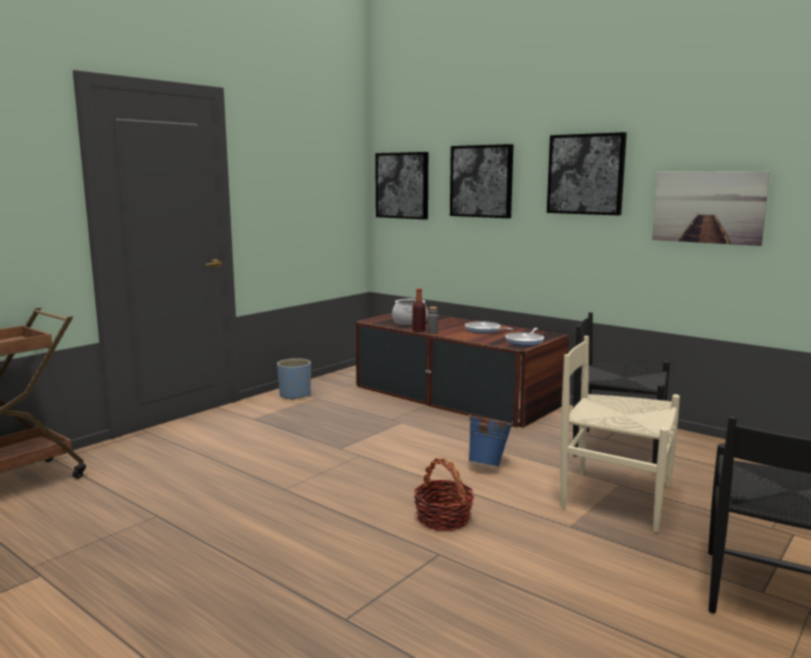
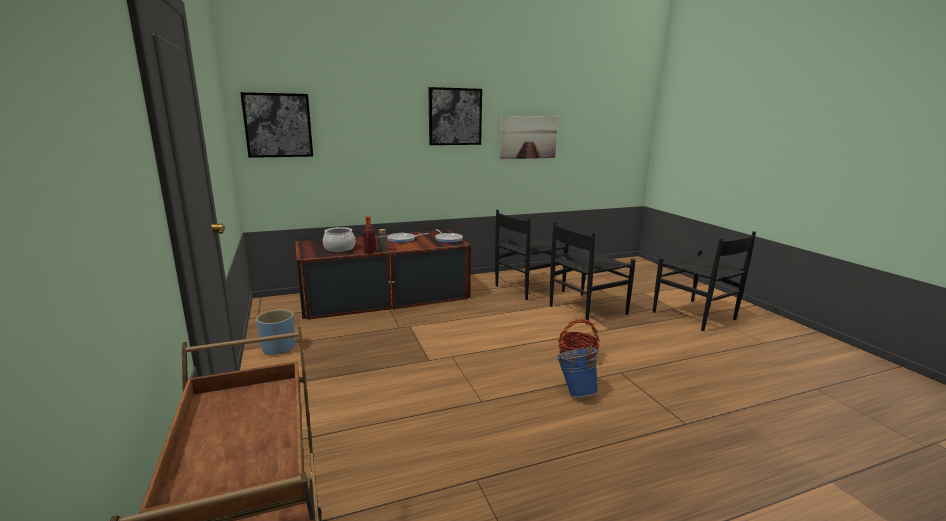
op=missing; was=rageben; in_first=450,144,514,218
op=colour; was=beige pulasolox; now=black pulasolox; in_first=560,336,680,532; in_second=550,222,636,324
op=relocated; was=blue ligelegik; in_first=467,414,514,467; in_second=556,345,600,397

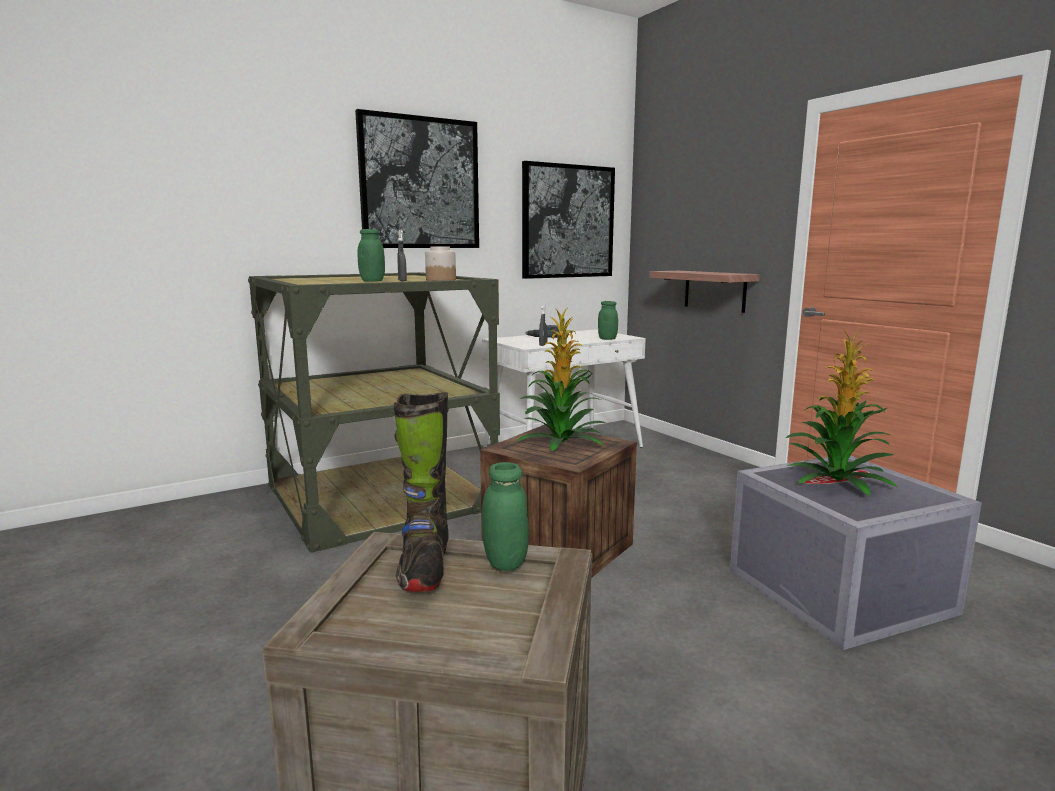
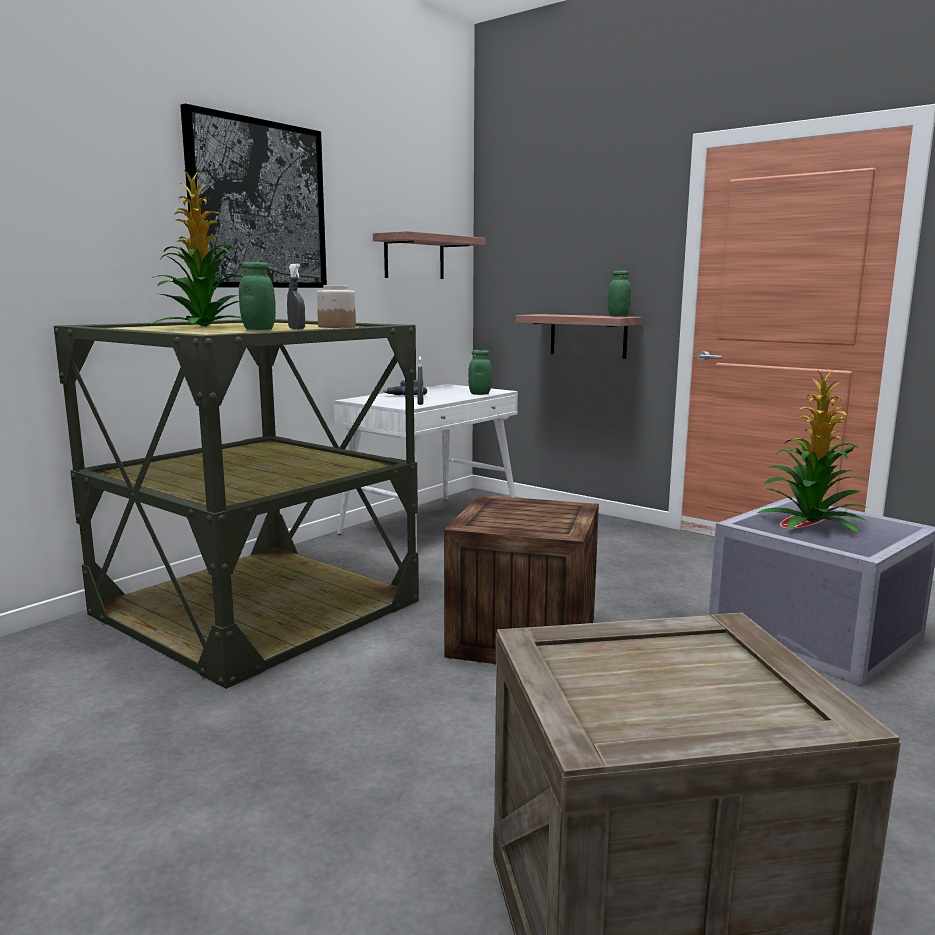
op=exchanged; was=rageben; now=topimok; in_first=522,161,615,279; in_second=373,231,485,279
op=relocated; was=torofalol; in_first=517,309,606,451; in_second=152,169,243,327
op=missing; was=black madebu; in_first=393,392,449,592
op=relocated; was=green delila; in_first=482,462,529,571; in_second=608,270,631,317

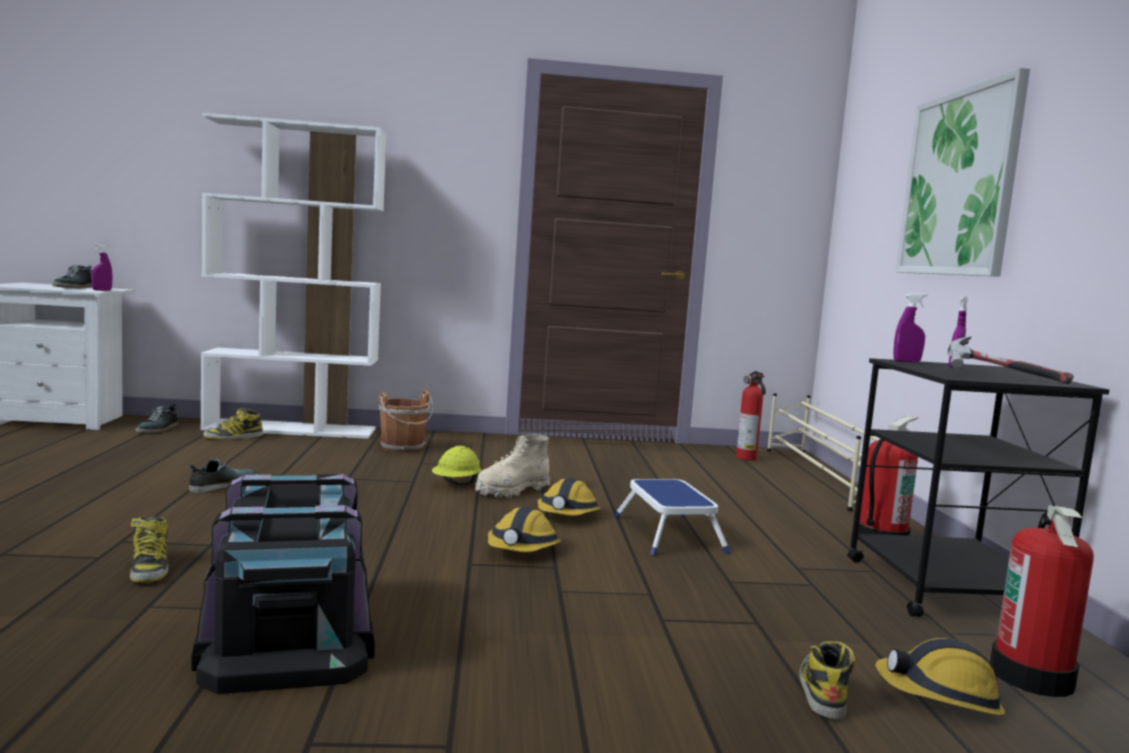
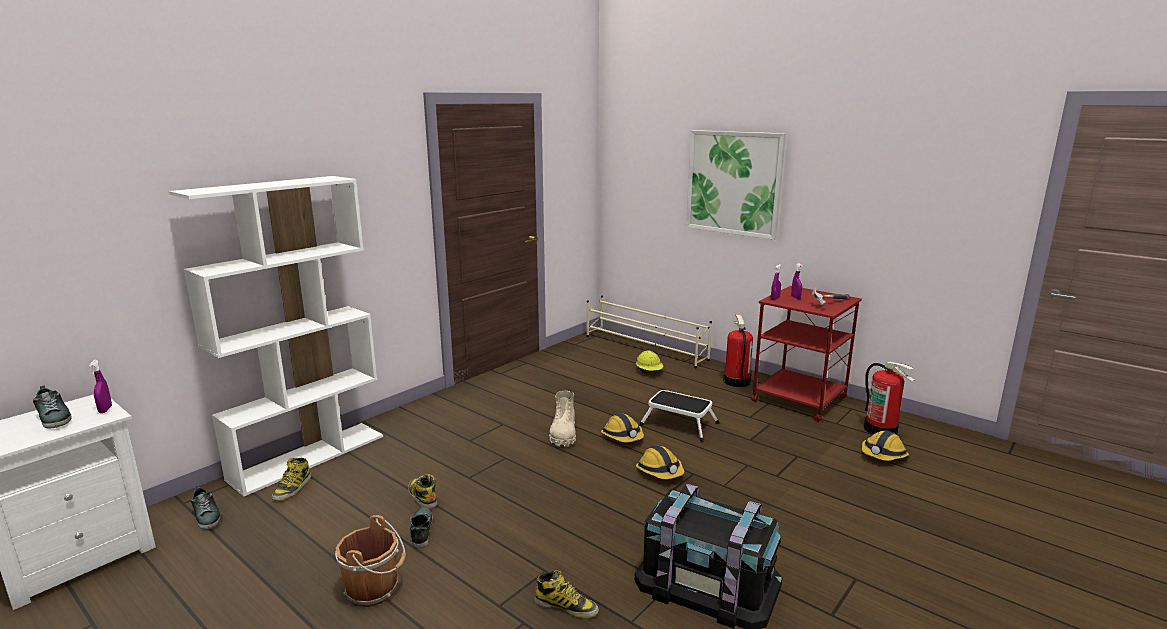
op=colour; was=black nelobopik; now=red nelobopik; in_first=847,358,1109,617; in_second=751,286,862,422
op=missing; was=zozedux; in_first=736,371,766,461
op=relocated; was=brown ligelegik; in_first=379,390,433,452; in_second=335,515,406,607
op=relocated; was=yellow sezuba; in_first=432,446,481,485; in_second=636,351,663,372
op=colour; was=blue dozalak; now=black dozalak; in_first=614,479,731,556; in_second=639,390,719,442
op=relocated; was=madebu; in_first=799,641,855,719; in_second=408,474,437,508

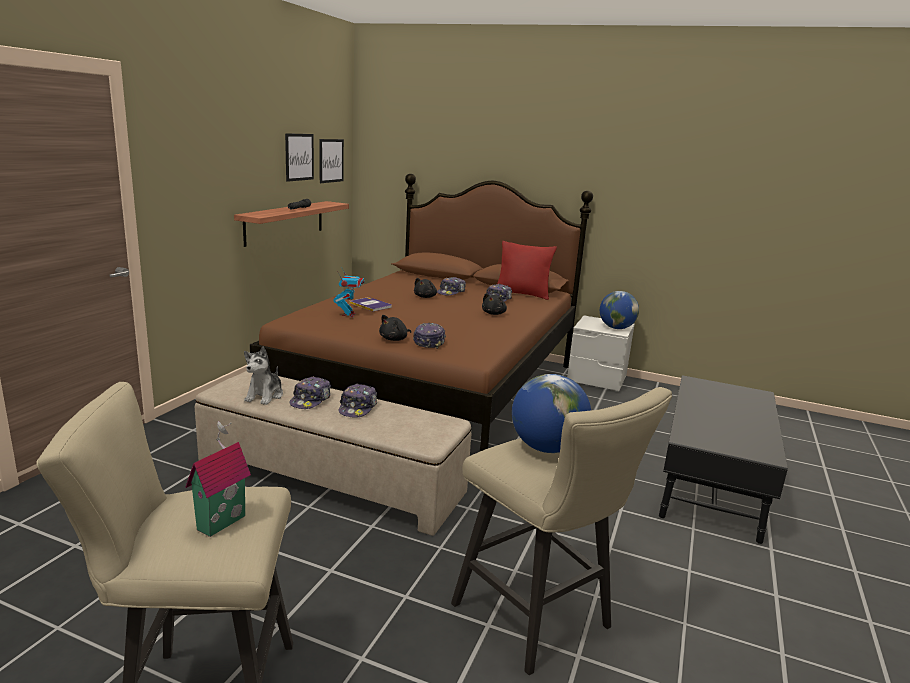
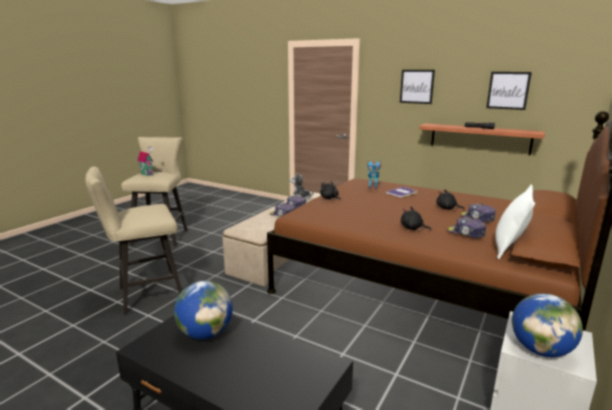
op=relocated; was=rageben; in_first=319,139,344,183; in_second=400,70,435,104
op=colour; was=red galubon; now=white galubon; in_first=497,241,557,300; in_second=495,185,535,260
op=missing; was=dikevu; in_first=413,323,446,349
op=relocated; was=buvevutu; in_first=512,374,591,453; in_second=174,281,233,340

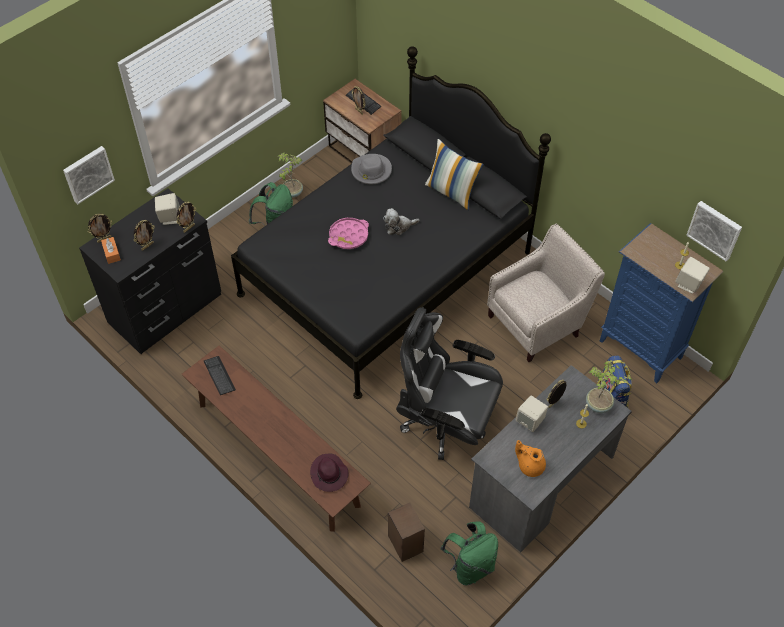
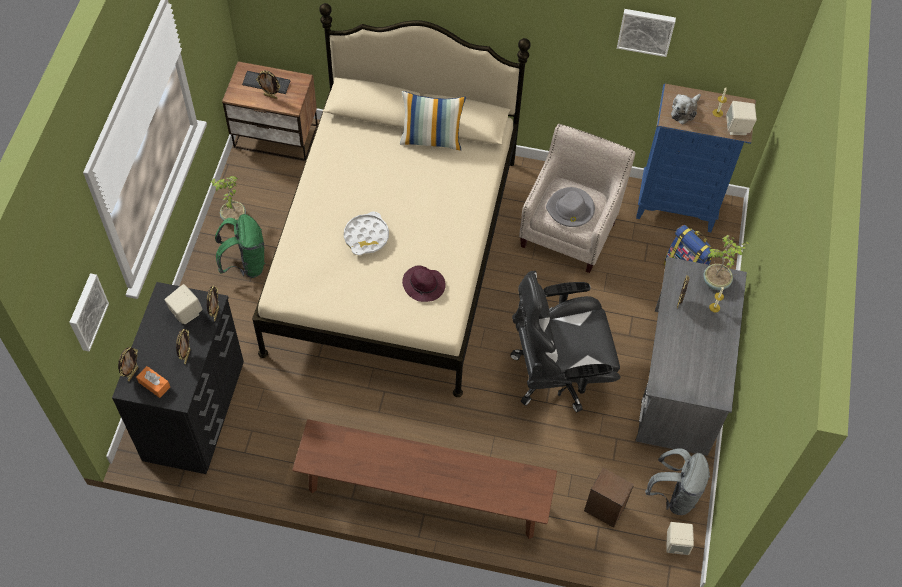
op=colour; was=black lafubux; now=beige lafubux; in_first=231,46,551,399; in_second=252,3,530,397
op=relocated; was=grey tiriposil; in_first=351,154,392,184; in_second=546,187,595,227
op=relocated; was=rageben; in_first=686,201,742,261; in_second=617,9,676,57
op=relocated; was=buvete; in_first=383,208,419,235; in_second=671,94,701,125
op=colour; was=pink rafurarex; now=white rafurarex; in_first=328,218,369,249; in_second=344,212,389,255
op=missing; was=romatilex; in_first=204,356,236,395
op=relocated; was=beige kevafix; in_first=515,396,548,432; in_second=666,522,694,555
op=missing; was=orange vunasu; in_first=515,440,546,477
op=relocated; was=purple tiriposil; in_first=310,454,348,492; in_second=402,265,446,302
op=colour; was=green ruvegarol; now=grey ruvegarol; in_first=440,521,498,586; in_second=645,448,710,515

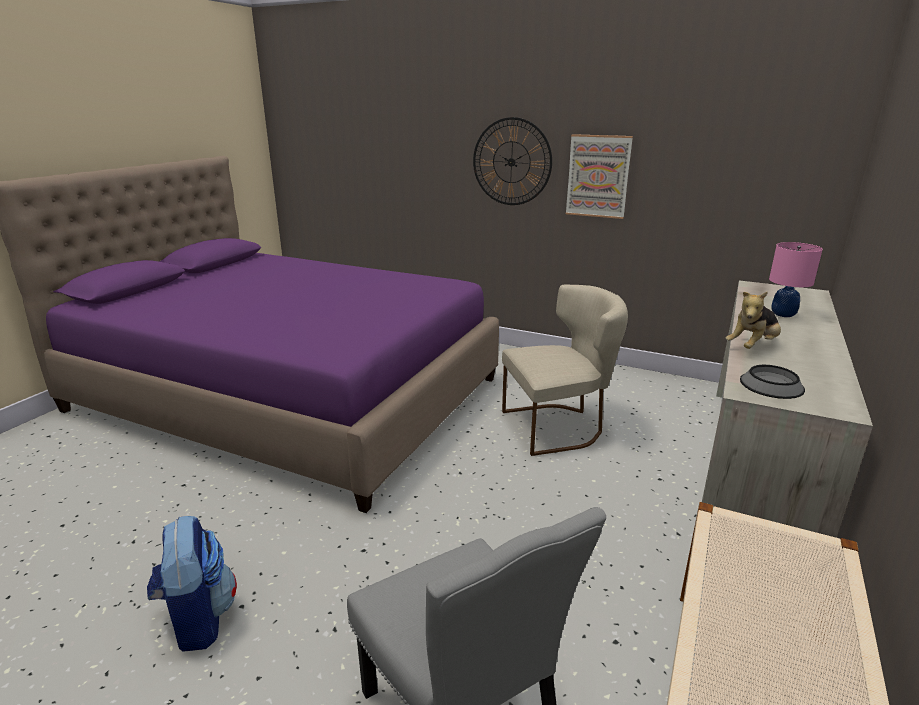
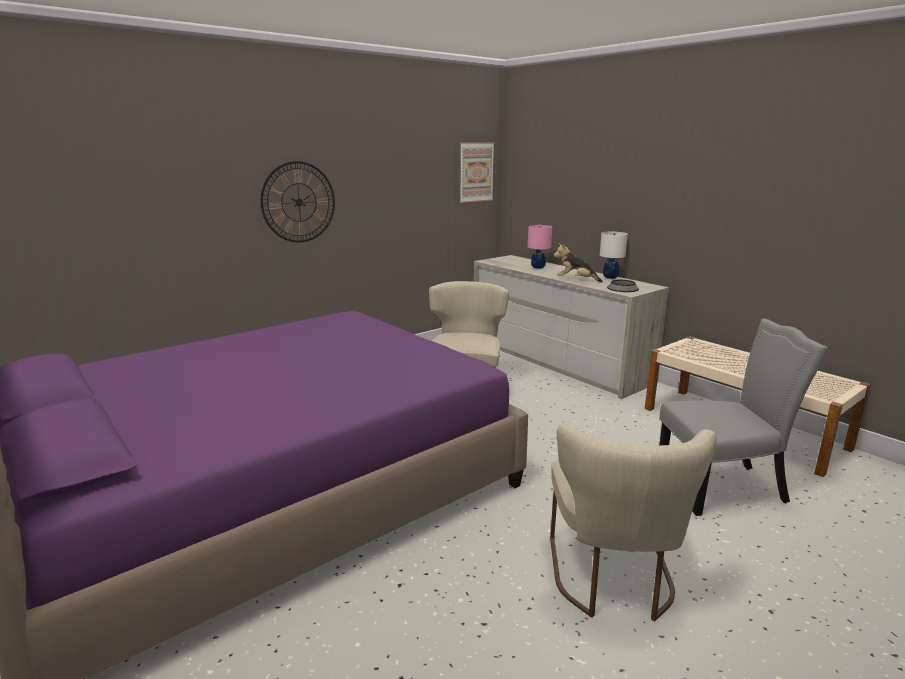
op=relocated; was=rageben; in_first=566,134,633,219; in_second=460,142,495,203
op=spun; was=buvete; in_first=725,291,781,349; in_second=554,243,603,282; clockwise=120
op=exchanged; was=ruvegarol; now=beige pulasolox; in_first=147,516,237,652; in_second=550,424,717,621
op=appeared; now=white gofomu; in_second=600,232,628,279

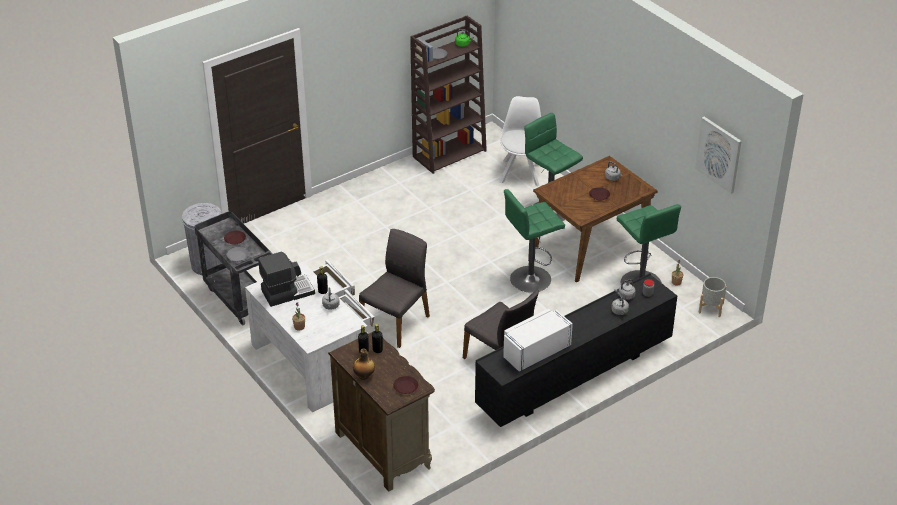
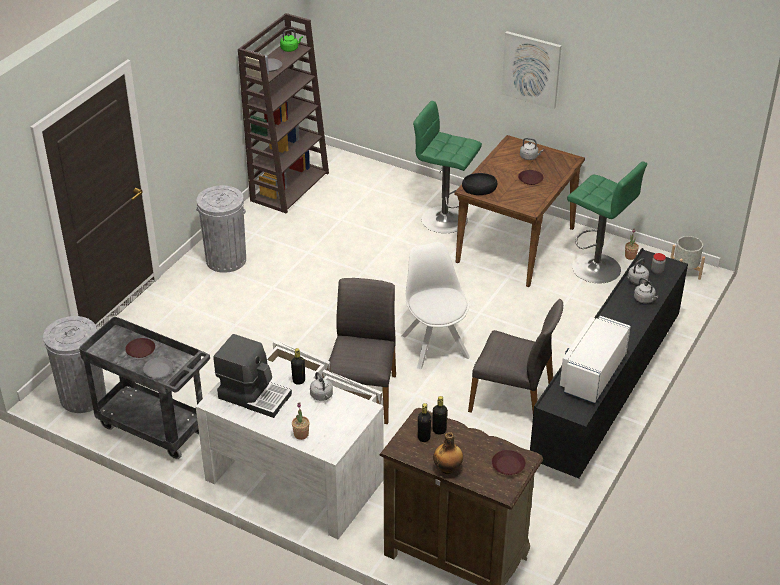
op=relocated; was=white pulasolox; in_first=500,96,541,186; in_second=402,242,470,369
op=relocated; was=rageben; in_first=695,117,741,194; in_second=501,31,562,109
op=missing; was=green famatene; in_first=504,189,565,293
op=spun; was=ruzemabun; in_first=258,252,315,307; in_second=213,334,292,418; clockwise=75
op=appeared; now=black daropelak; in_second=462,173,497,195
op=appeared; now=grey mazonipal; in_second=196,185,246,273

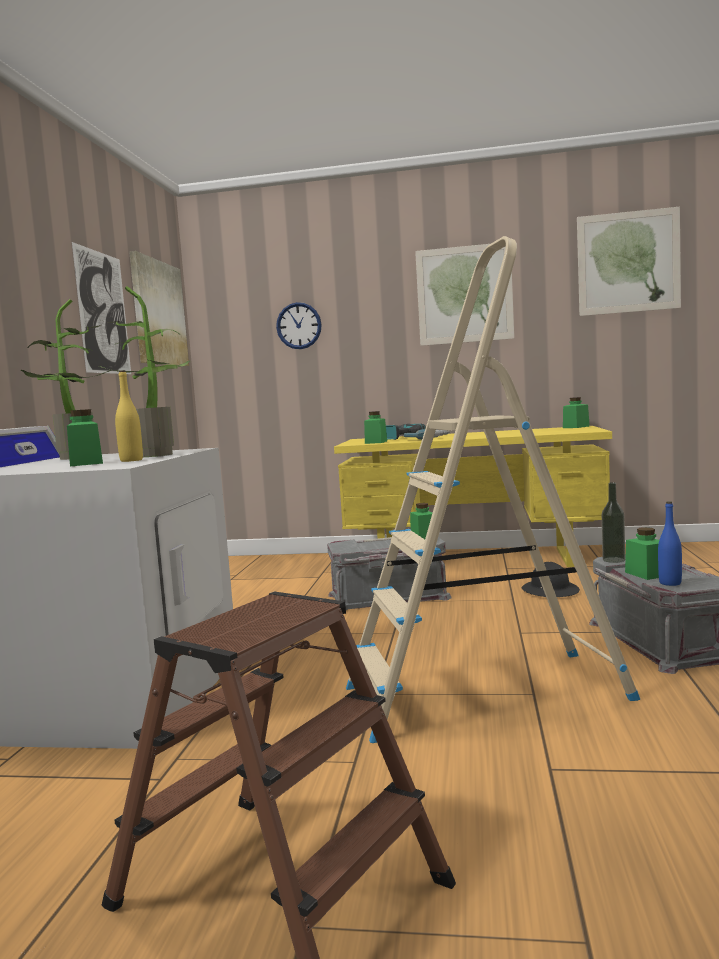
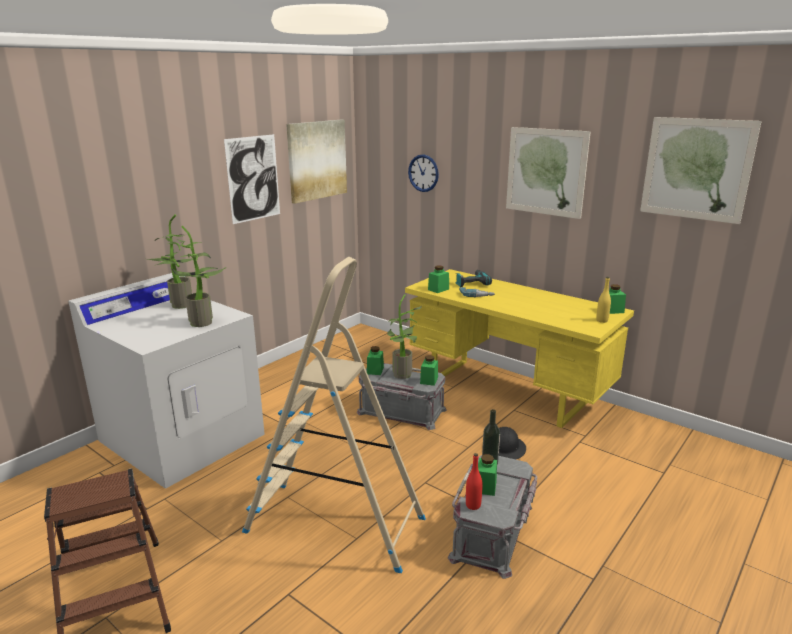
op=relocated; was=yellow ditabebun; in_first=115,370,143,462; in_second=596,277,611,323
op=relocated; was=green delila; in_first=67,409,103,466; in_second=367,346,384,375
op=colour; was=blue ditabebun; now=red ditabebun; in_first=658,501,682,586; in_second=466,453,483,510
op=appeared; now=torofalol; in_second=387,294,422,379

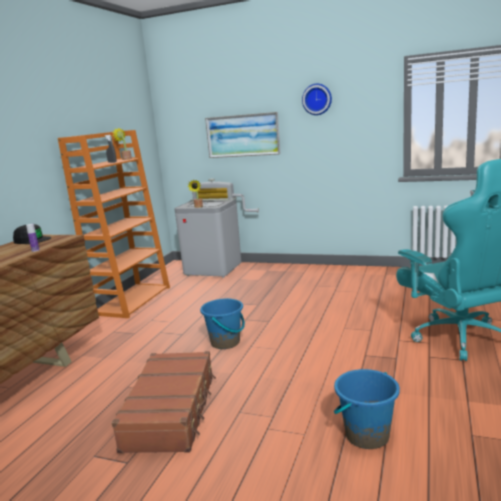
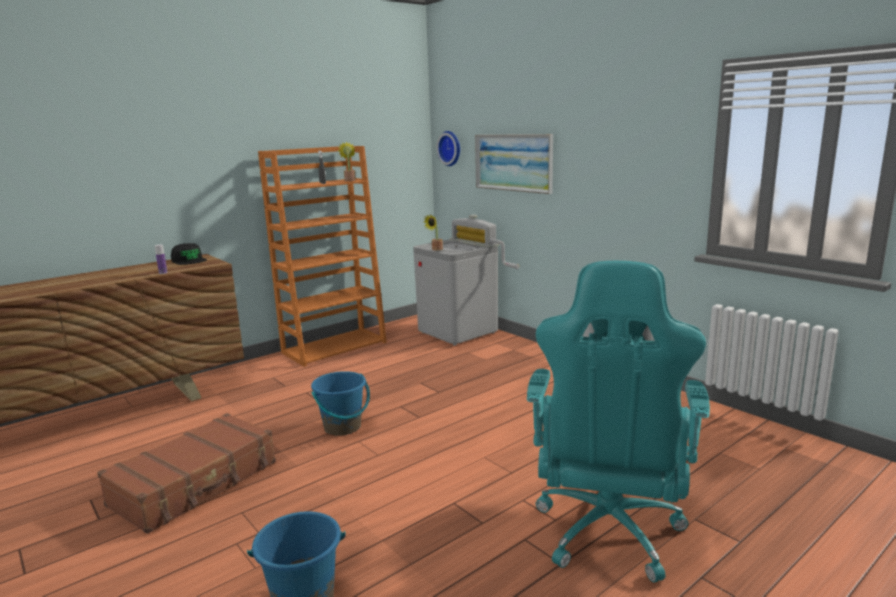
op=relocated; was=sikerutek; in_first=302,84,332,115; in_second=436,131,460,166

